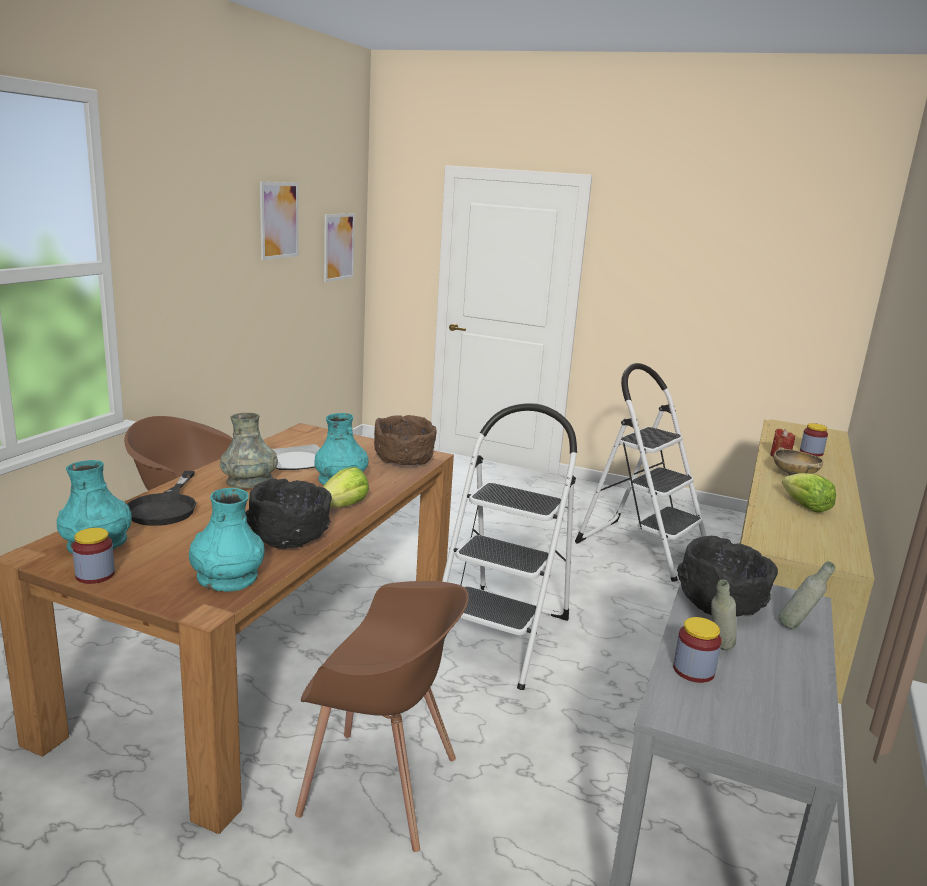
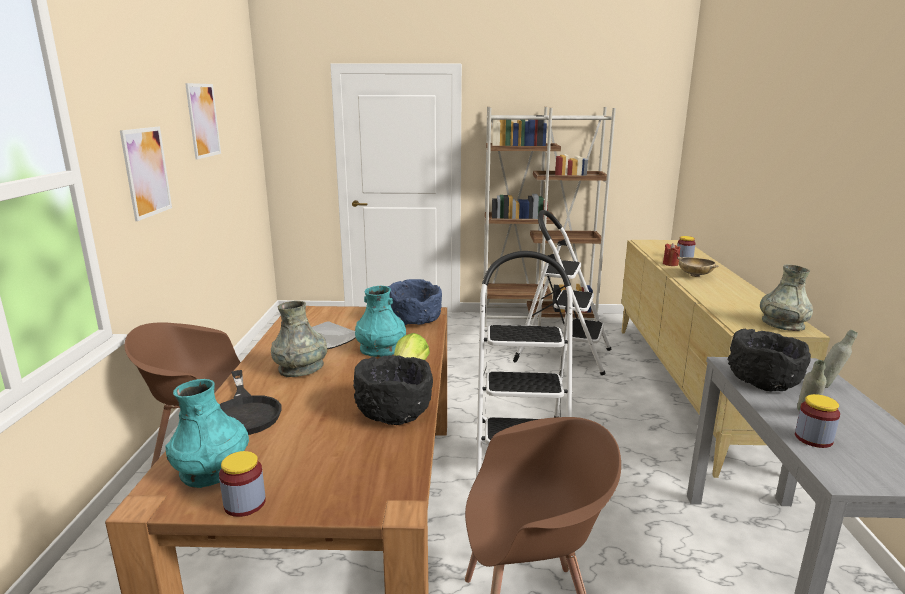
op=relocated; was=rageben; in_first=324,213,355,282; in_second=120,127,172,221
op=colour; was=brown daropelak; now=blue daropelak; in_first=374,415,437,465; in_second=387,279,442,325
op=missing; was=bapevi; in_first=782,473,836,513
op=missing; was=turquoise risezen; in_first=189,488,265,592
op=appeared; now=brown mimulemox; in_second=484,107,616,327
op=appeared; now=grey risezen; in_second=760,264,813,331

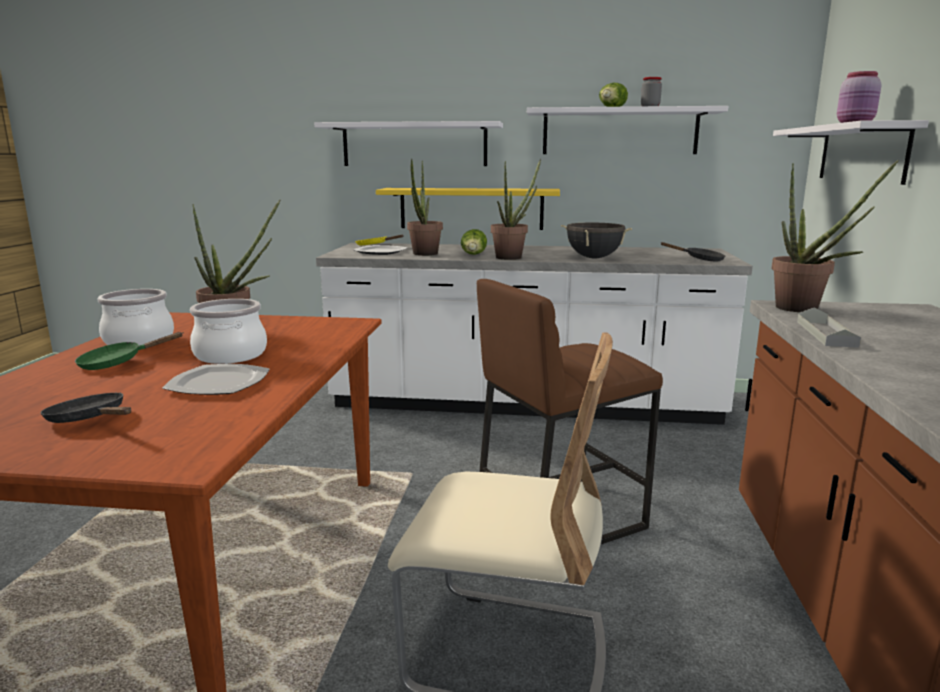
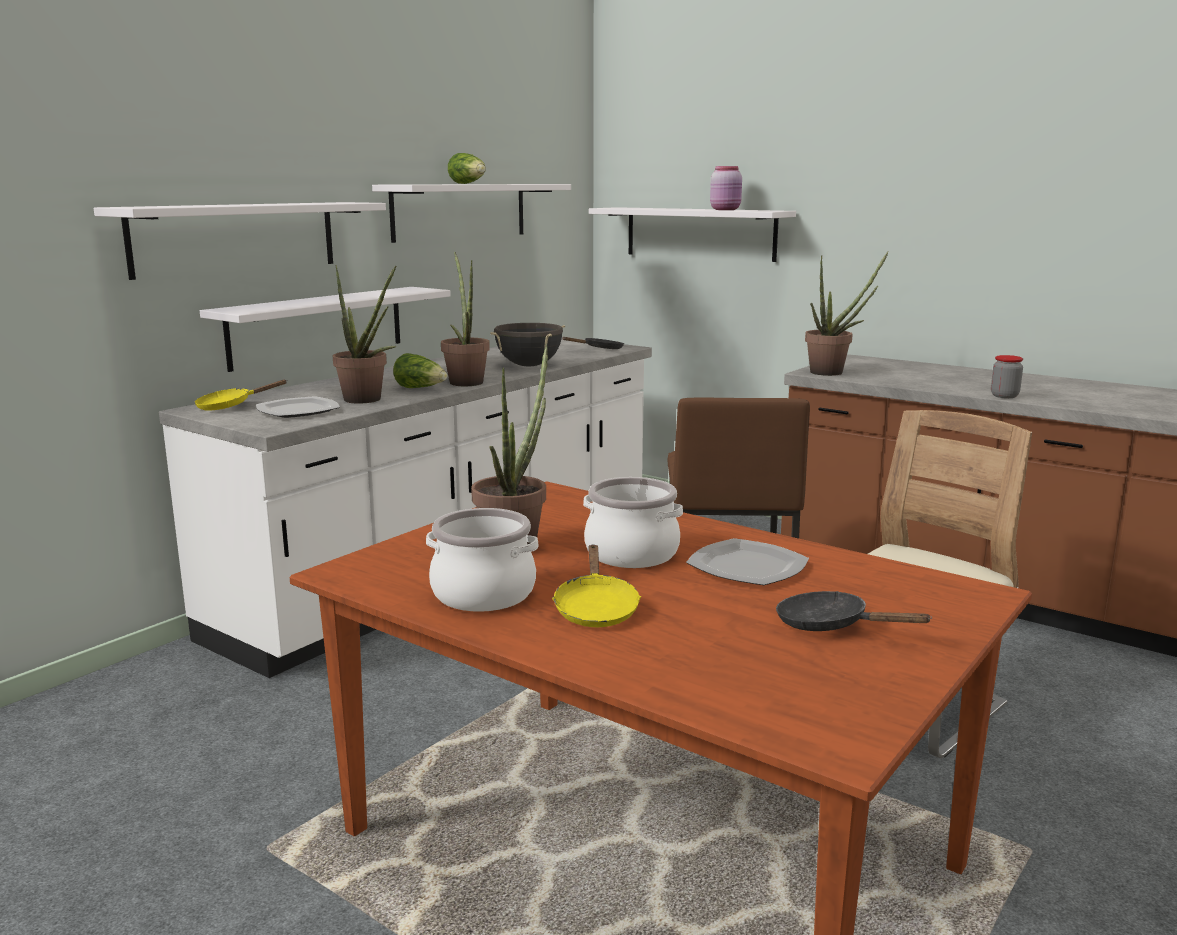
op=relocated; was=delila; in_first=641,77,662,106; in_second=991,355,1023,398
op=colour; was=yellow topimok; now=white topimok; in_first=376,188,560,230; in_second=200,287,451,372
op=missing; was=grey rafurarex; in_first=797,307,861,348
op=colour; was=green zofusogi; now=yellow zofusogi; in_first=75,332,184,370; in_second=552,544,641,627
op=spun; was=black zofusogi; in_first=40,392,131,423; in_second=776,591,932,631; clockwise=60

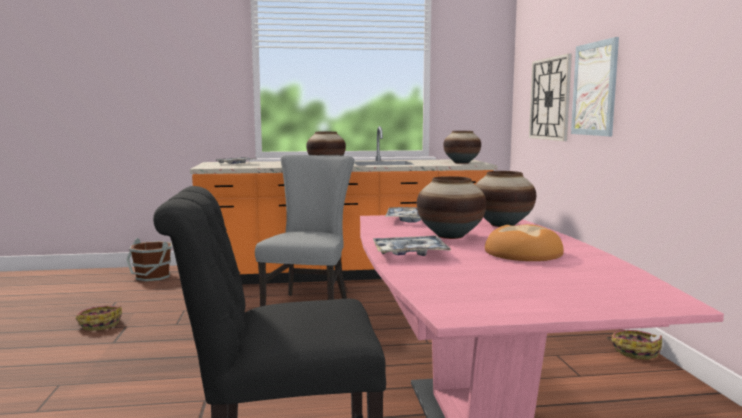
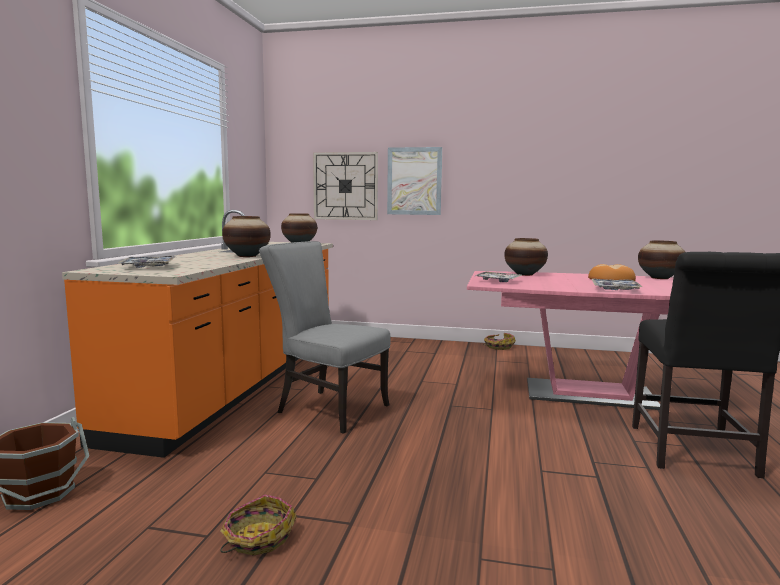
op=relocated; was=risezen; in_first=417,176,487,239; in_second=638,240,685,279

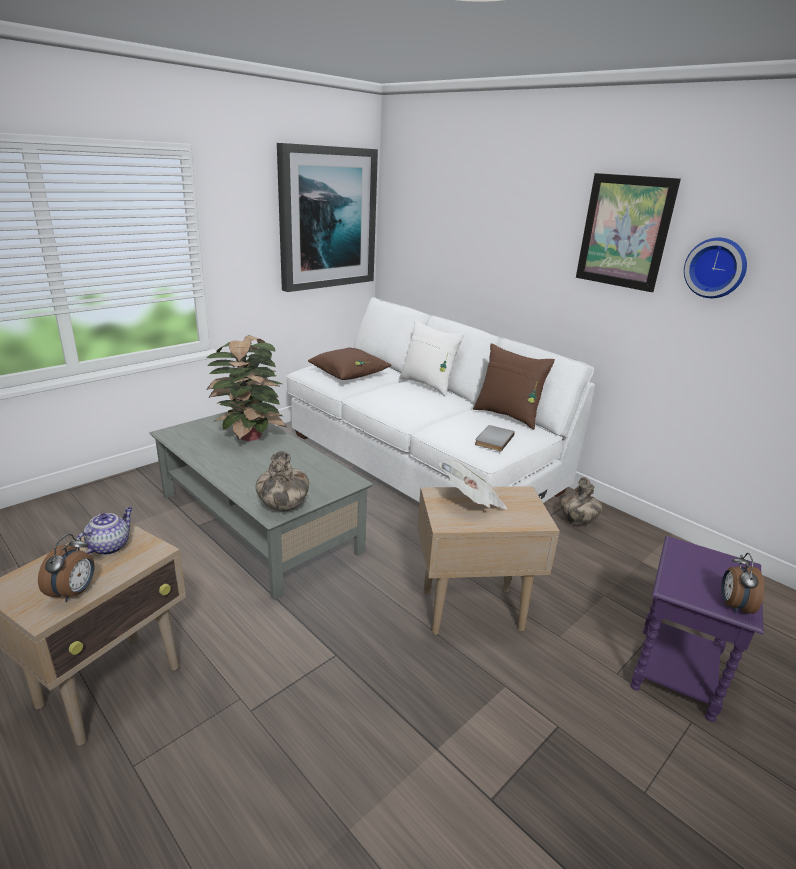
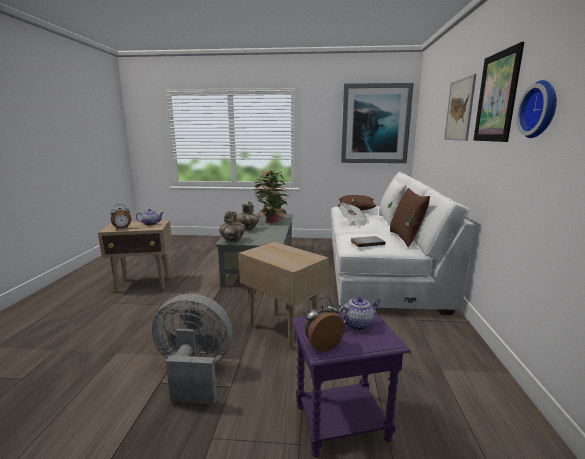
op=relocated; was=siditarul; in_first=438,460,508,509; in_second=339,203,369,226
op=relocated; was=risezen; in_first=561,477,602,526; in_second=236,201,259,230
op=appeared; now=rageben; in_second=444,74,476,141
op=appeared; now=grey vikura; in_second=152,294,232,404
op=appeared; now=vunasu; in_second=337,297,381,330

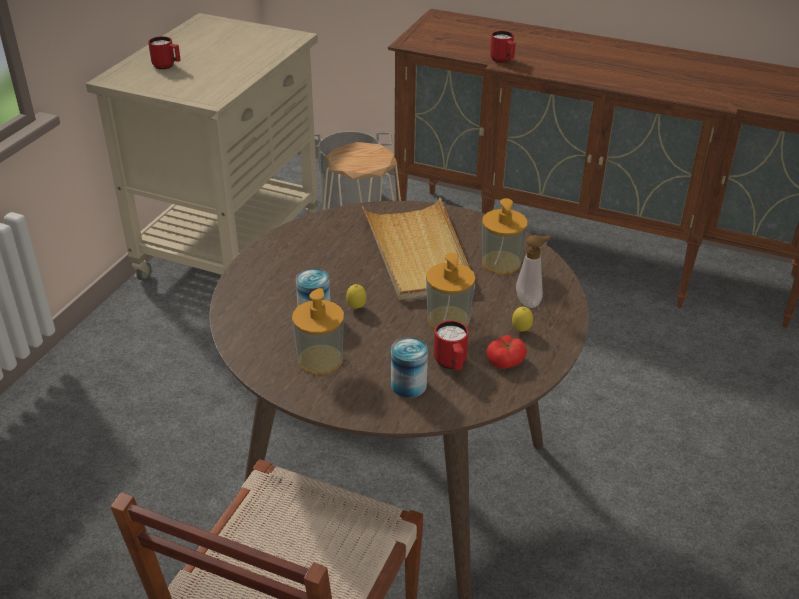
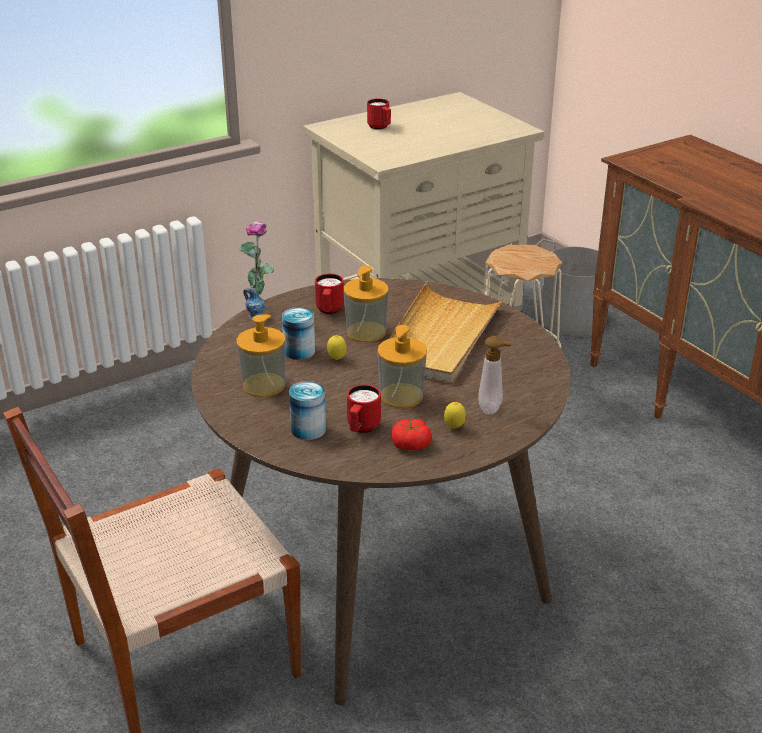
op=relocated; was=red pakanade; in_first=490,31,516,63; in_second=315,274,344,314
op=relocated; was=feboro; in_first=482,198,527,274; in_second=344,265,388,342
op=appeared; now=risezen; in_second=239,222,274,320

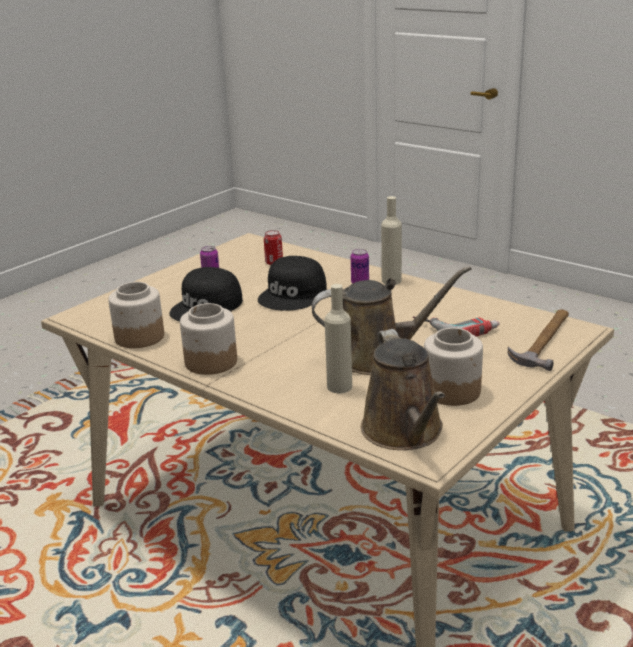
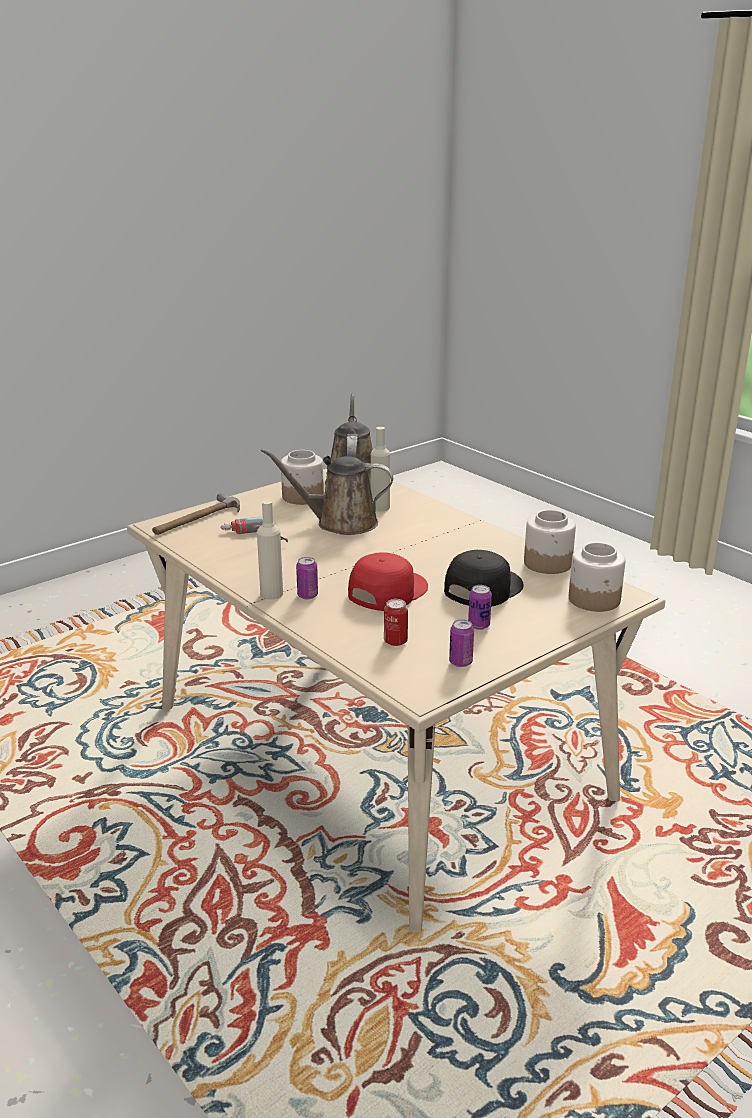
op=colour; was=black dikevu; now=red dikevu; in_first=258,256,327,311; in_second=348,552,428,611
op=relocated; was=delila; in_first=180,303,237,375; in_second=569,542,625,612
op=appeared; now=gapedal; in_second=449,619,474,667

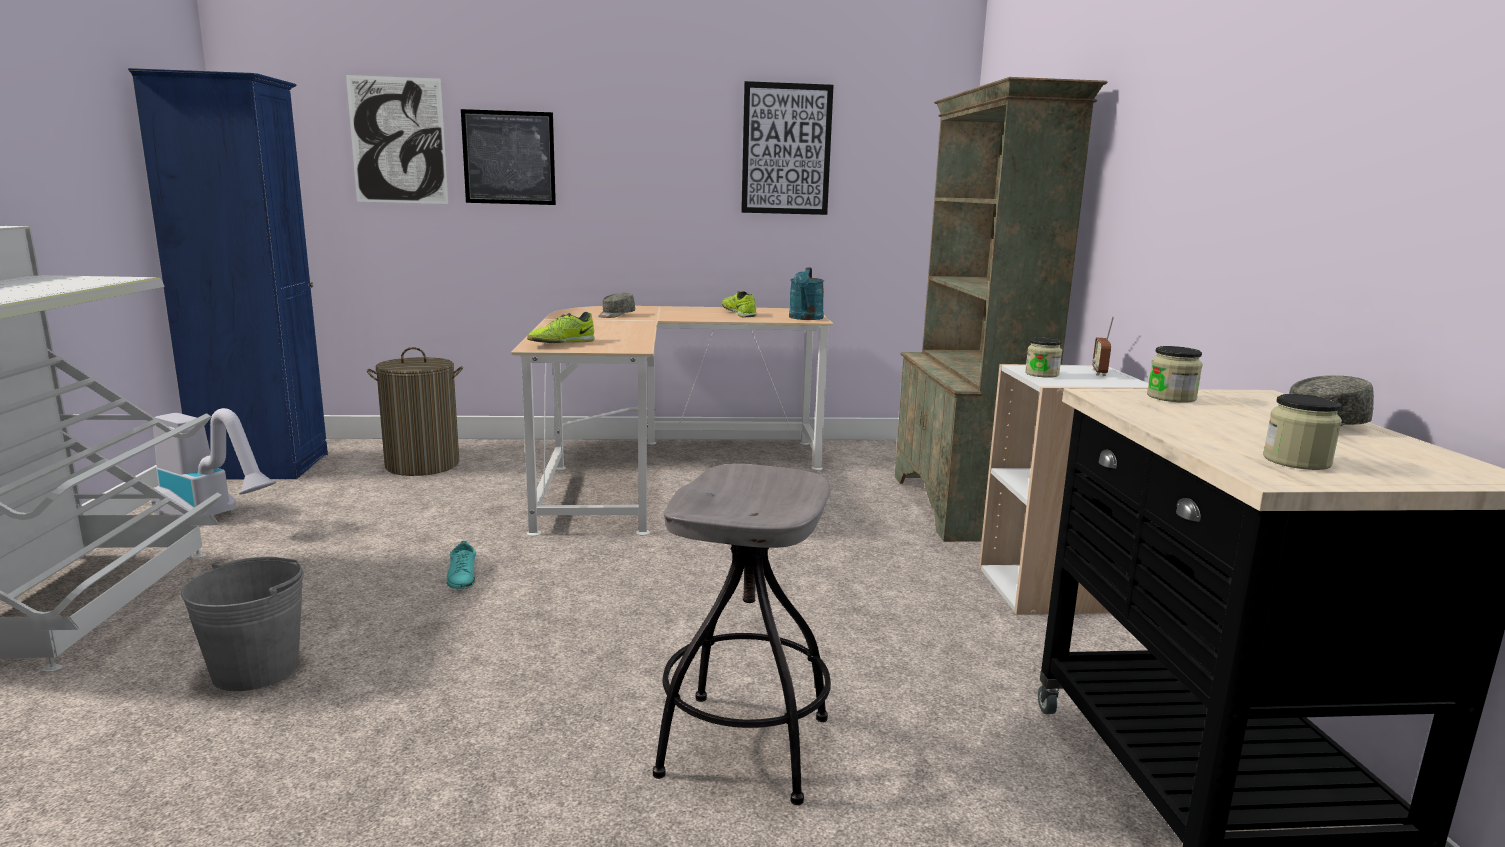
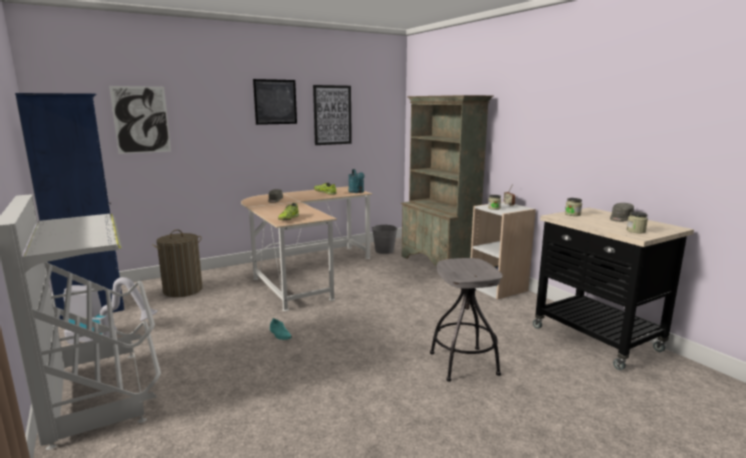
op=relocated; was=rageben; in_first=461,109,556,205; in_second=253,79,297,125
op=relocated; was=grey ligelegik; in_first=181,557,304,691; in_second=372,225,397,254

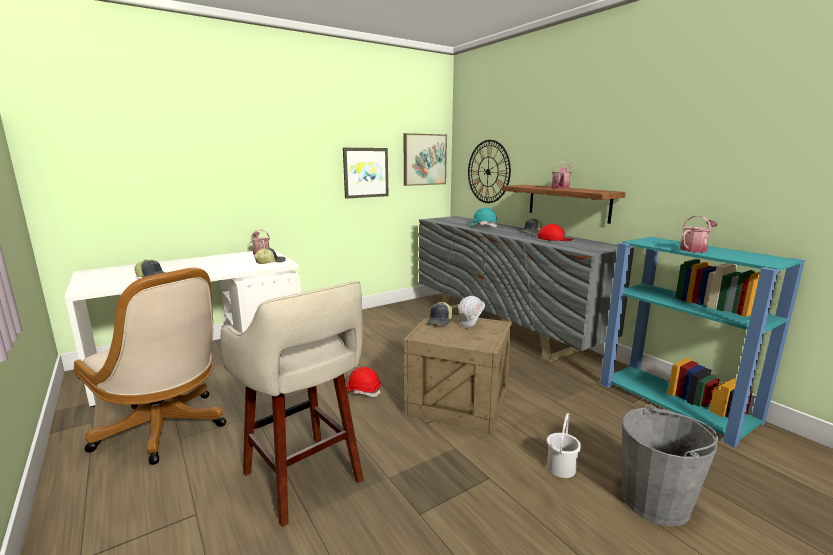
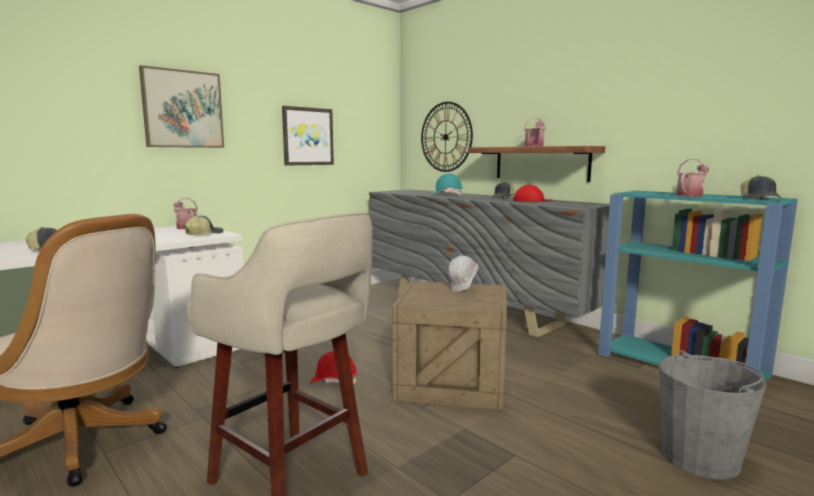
op=relocated; was=rageben; in_first=403,133,447,186; in_second=139,65,224,148
op=relocated; was=dikevu; in_first=427,302,453,326; in_second=741,175,782,199
op=missing; was=white ligelegik; in_first=547,413,581,478

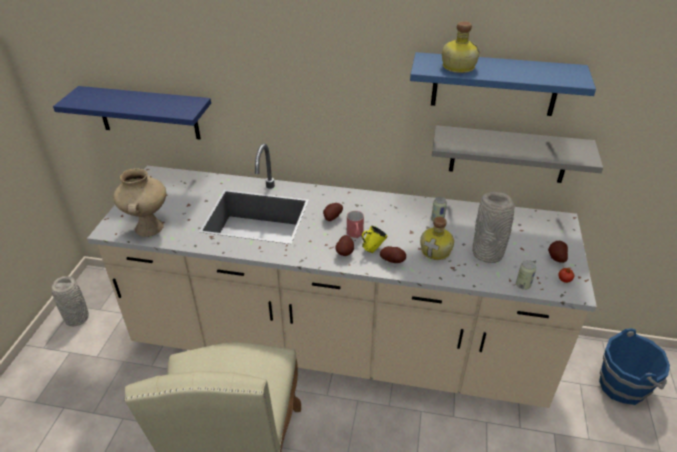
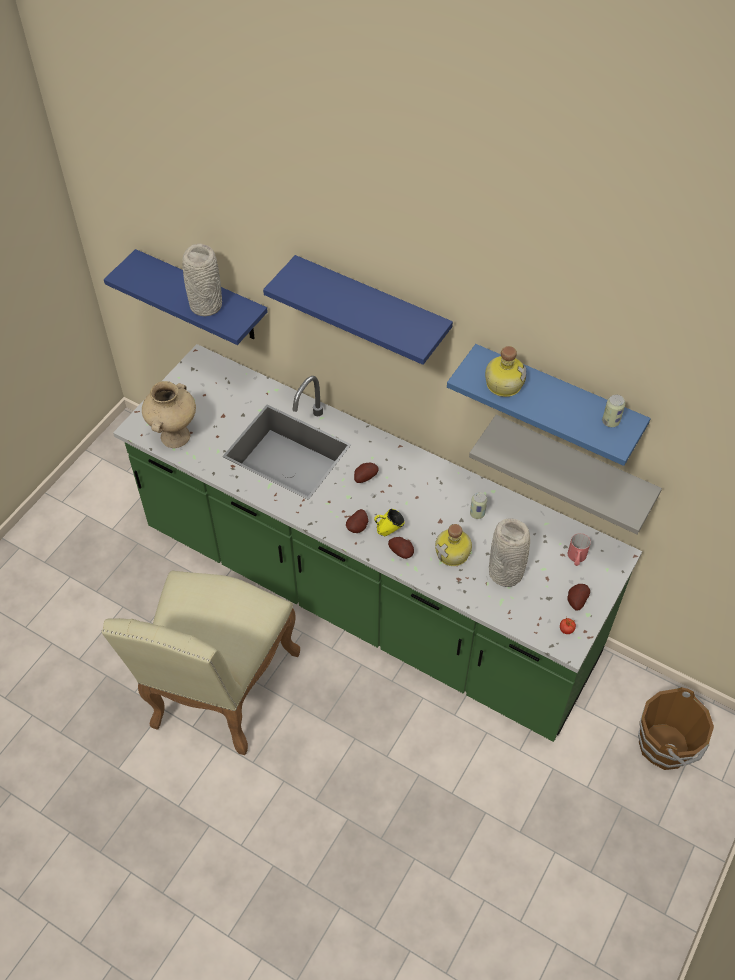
op=colour; was=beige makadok; now=green makadok; in_first=87,144,597,408; in_second=113,344,642,742
op=relocated; was=red pakanade; in_first=347,211,364,238; in_second=568,533,591,566
op=relocated; was=gapedal; in_first=516,260,536,290; in_second=602,395,625,427
op=relocated; was=grey risezen; in_first=51,276,89,327; in_second=182,244,222,316
op=colour; was=blue ligelegik; now=brown ligelegik; in_first=599,328,670,405; in_second=638,687,714,770
op=appeared; now=blue topimok; in_second=263,255,453,365

